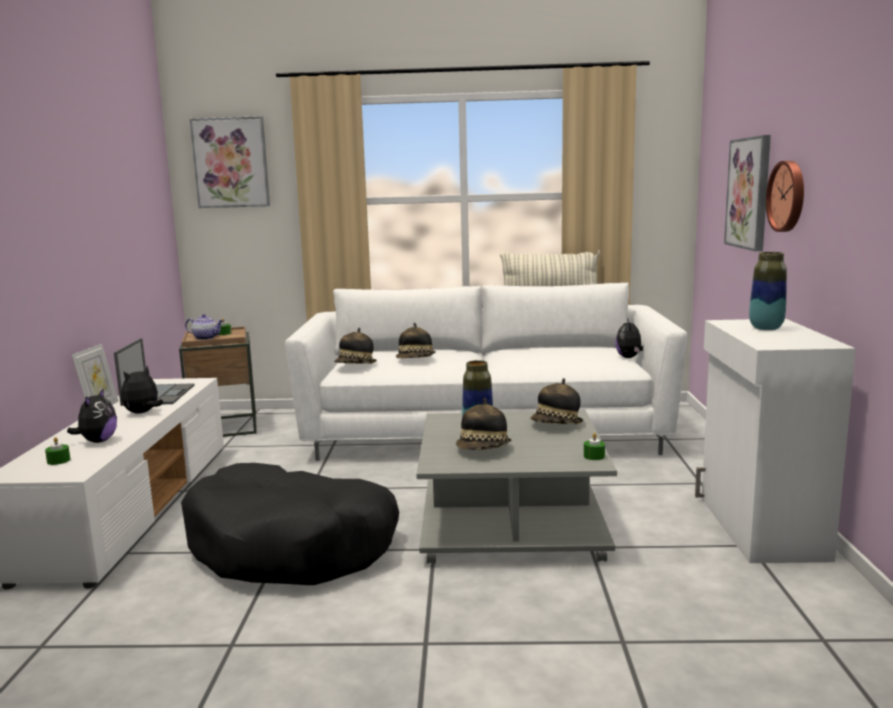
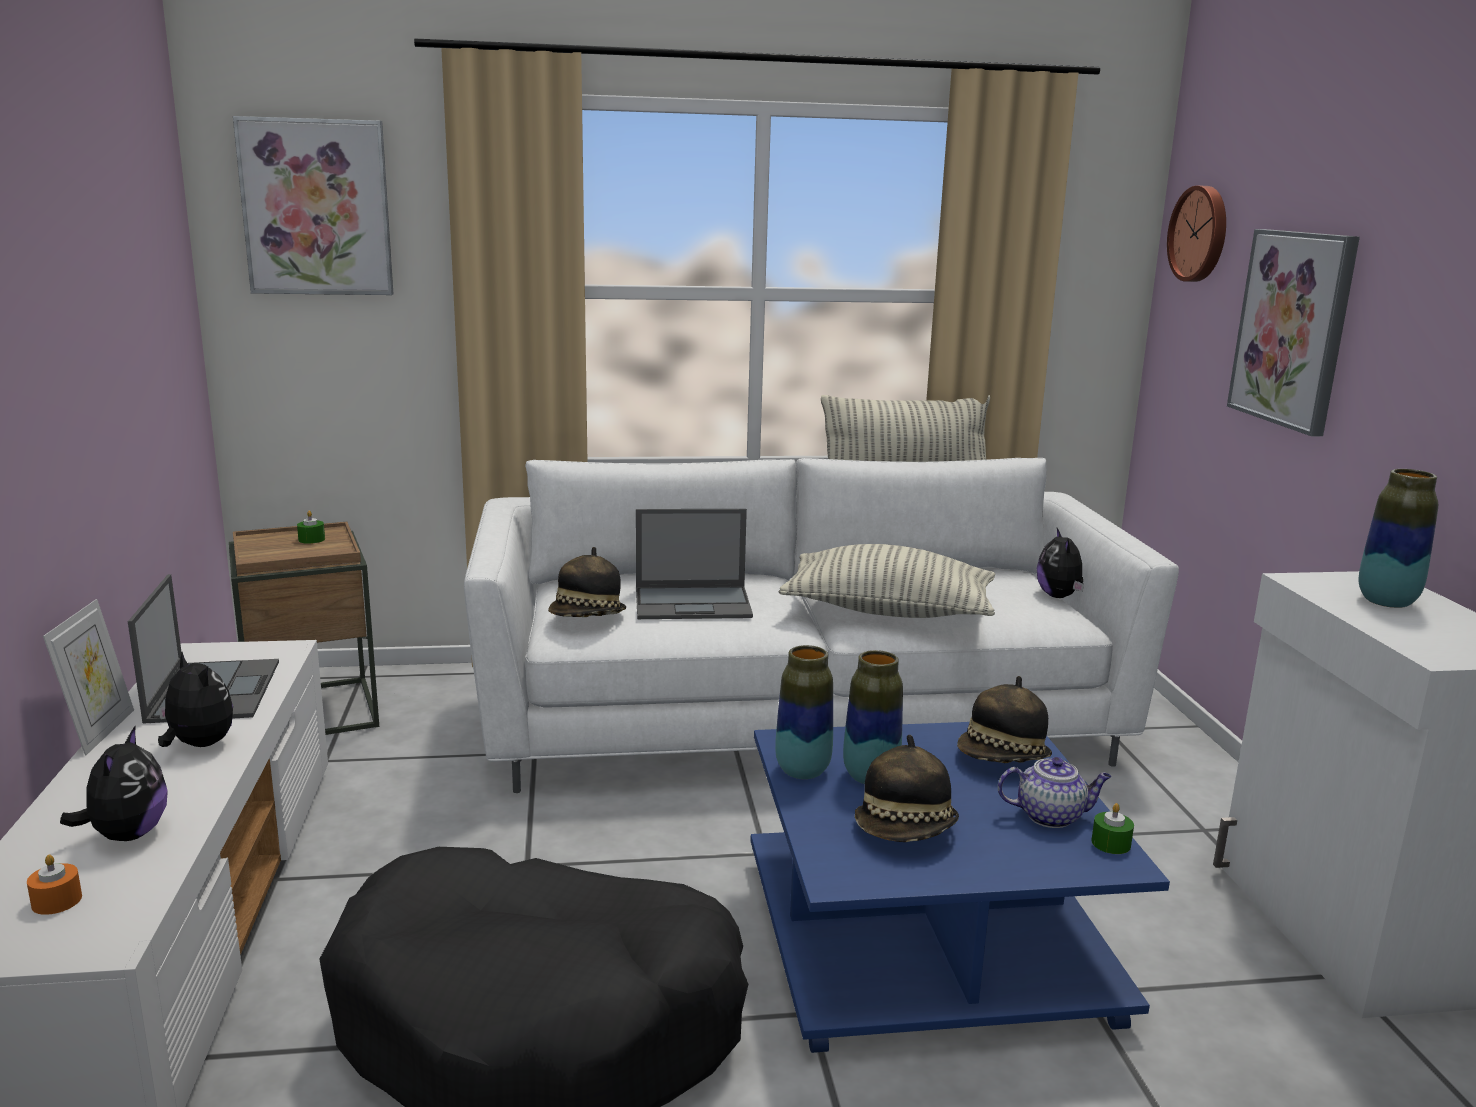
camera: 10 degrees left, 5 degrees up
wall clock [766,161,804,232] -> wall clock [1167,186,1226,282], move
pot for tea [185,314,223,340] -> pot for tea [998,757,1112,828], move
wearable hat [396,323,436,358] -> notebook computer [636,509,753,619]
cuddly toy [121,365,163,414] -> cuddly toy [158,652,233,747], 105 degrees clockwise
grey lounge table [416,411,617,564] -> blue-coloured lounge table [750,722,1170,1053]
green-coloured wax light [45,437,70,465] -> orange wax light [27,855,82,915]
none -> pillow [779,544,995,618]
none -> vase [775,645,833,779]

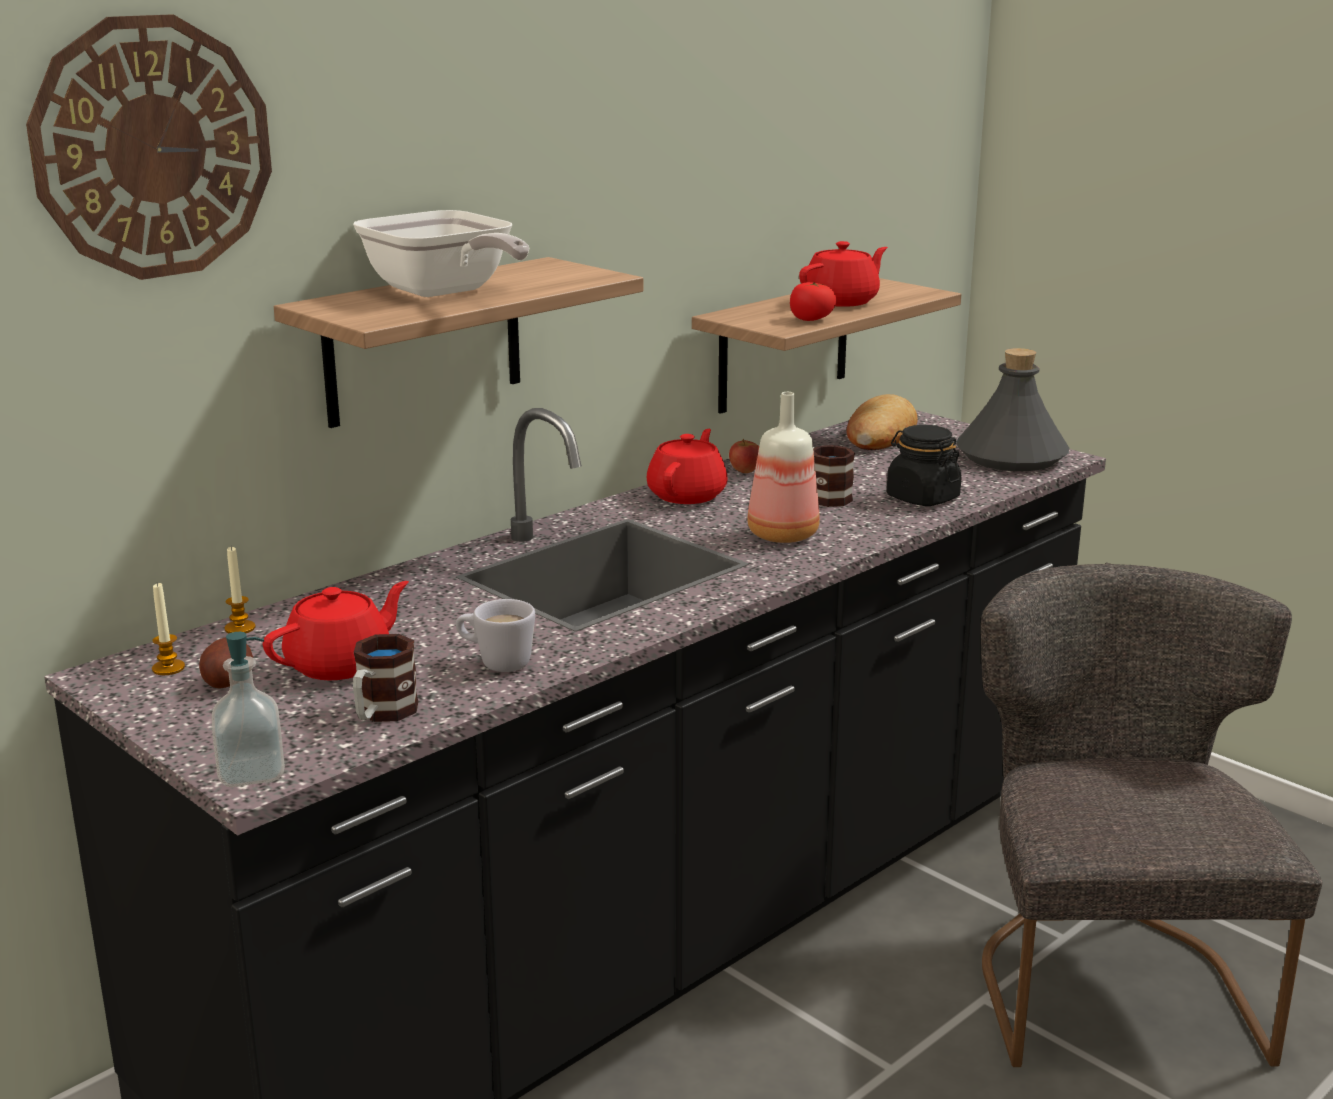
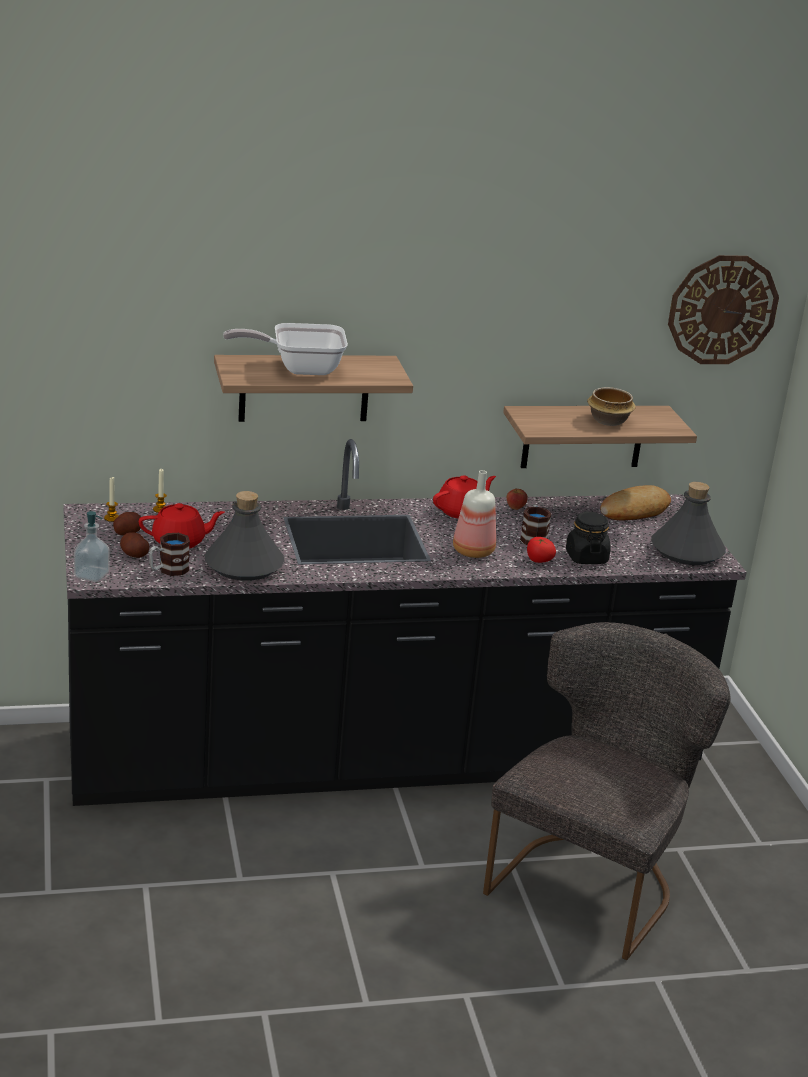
camera: 30 degrees right, 5 degrees up
wall clock [26,14,272,280] -> wall clock [668,255,779,364], move
pan [353,210,529,297] -> pan [223,323,348,375], 90 degrees clockwise
reddish pot for tea [799,241,888,307] -> bowl [587,387,636,426]
tomato [790,282,836,321] -> tomato [527,537,556,563], move
white coffee mug [456,599,535,672] -> grey drink bottle [205,491,285,581]
none -> whole potato [120,532,149,558]

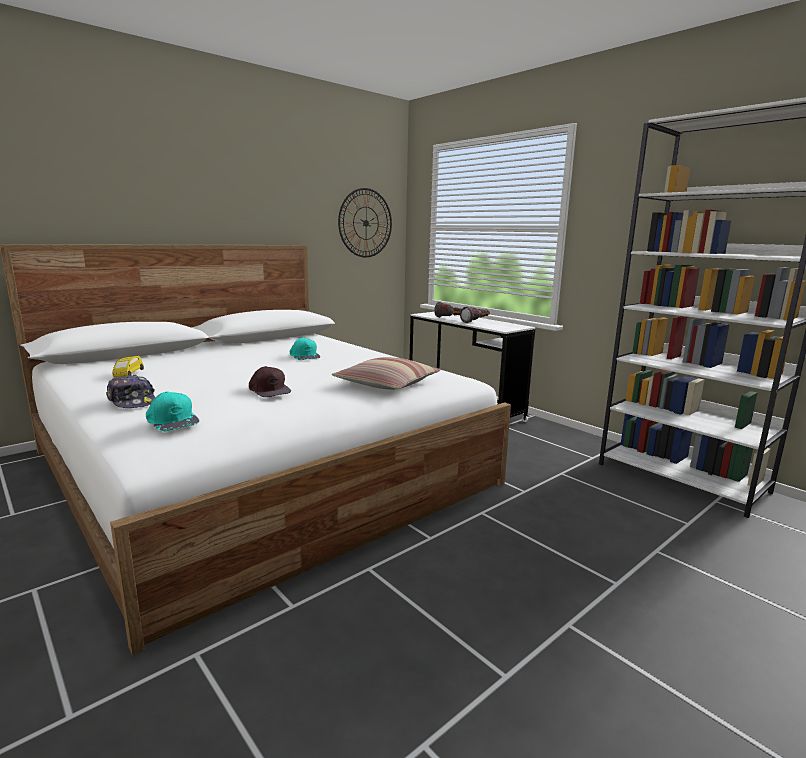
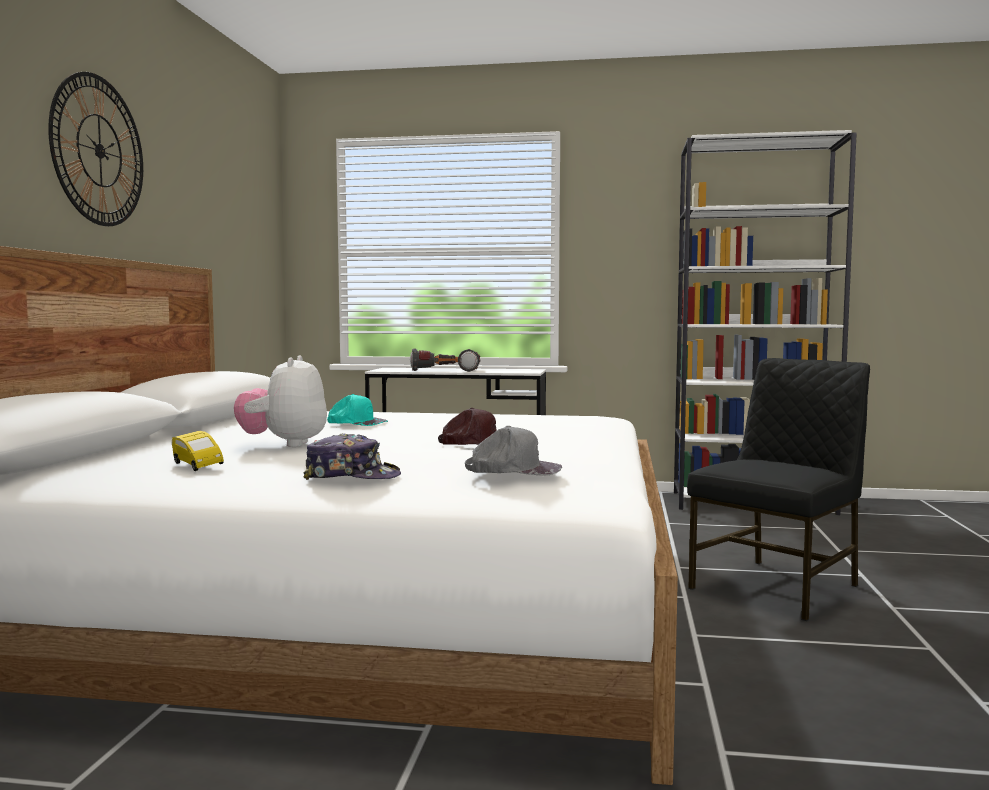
camera: 40 degrees left, 10 degrees down
wall clock [338,188,392,257] -> wall clock [48,72,143,226], move
pillow [332,357,441,390] -> none
turquoise-coloured peaked cap [146,391,200,431] -> grey peaked cap [465,426,562,476]
none -> cuddly toy [234,356,327,447]
none -> black plain chair [687,358,870,621]

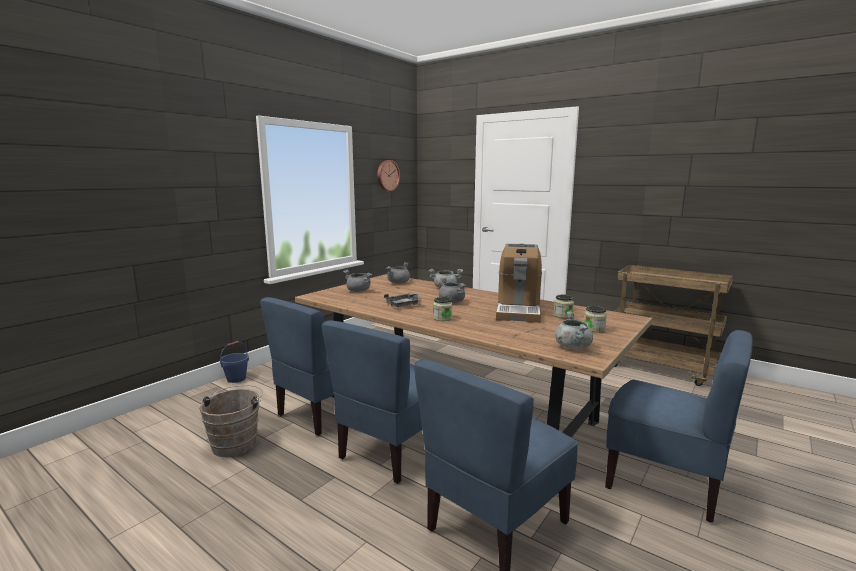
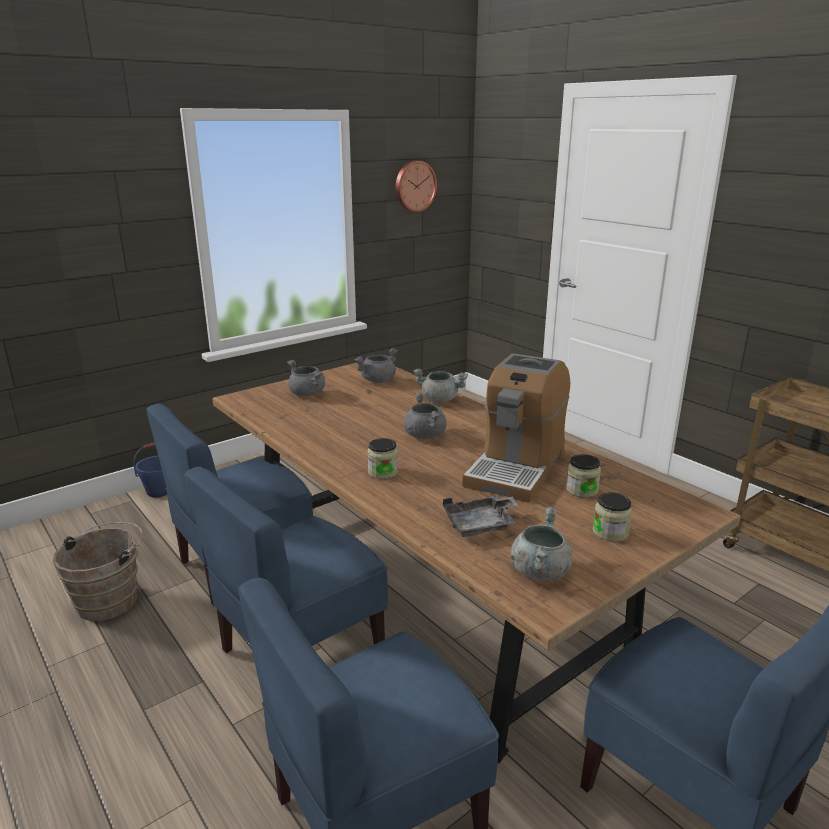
camera: 15 degrees right, 10 degrees up
grey carrying tray [384,293,421,307] -> grey carrying tray [443,496,518,537], move

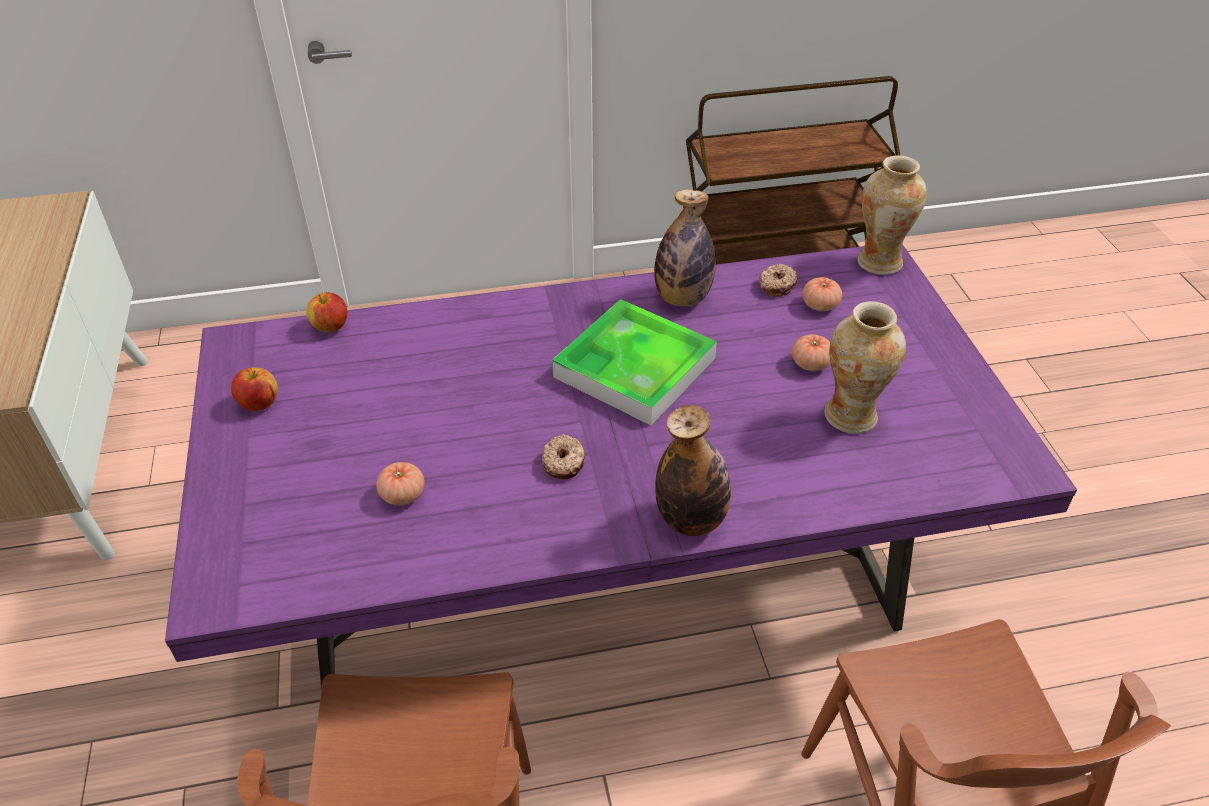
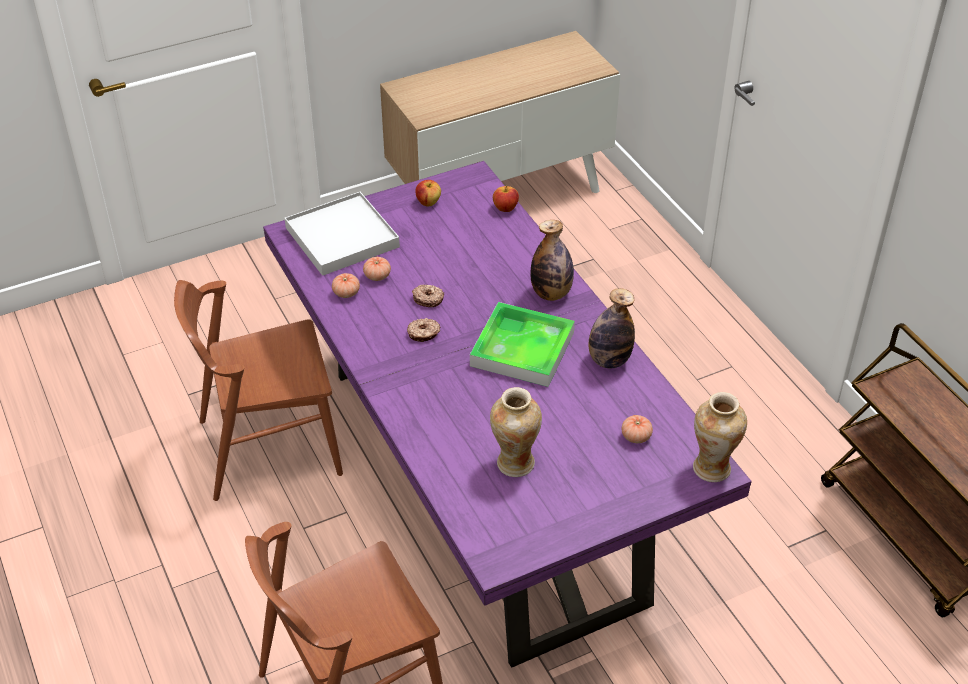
camera: 75 degrees right, 0 degrees up
doughnut [759,264,798,297] -> doughnut [412,285,444,307], move
tomato [792,334,831,371] -> tomato [332,273,360,298], move
drink bottle [655,405,731,536] -> drink bottle [531,220,574,301], move
none -> white carrying tray [285,192,400,276]

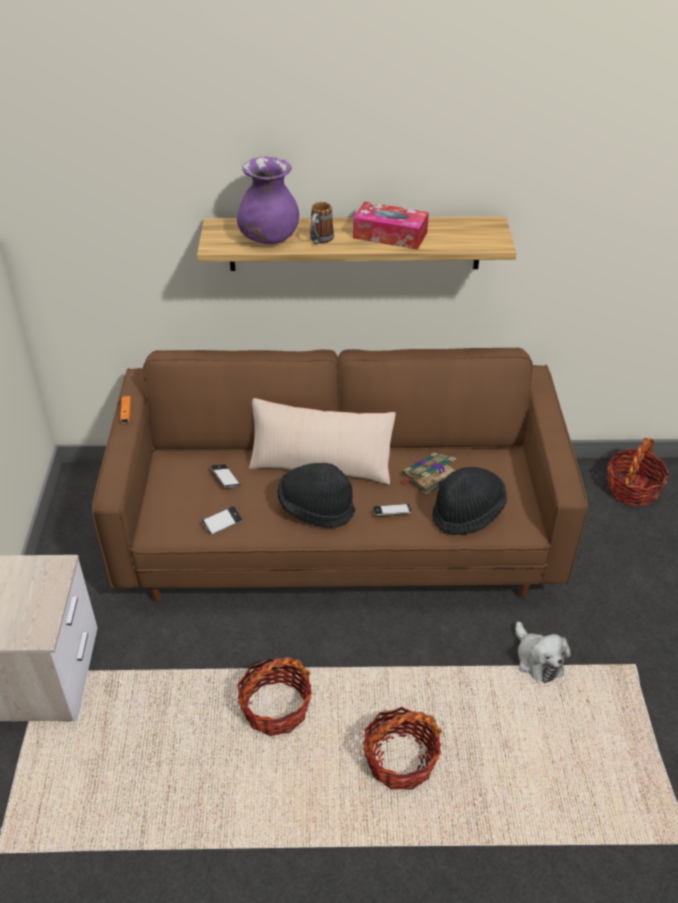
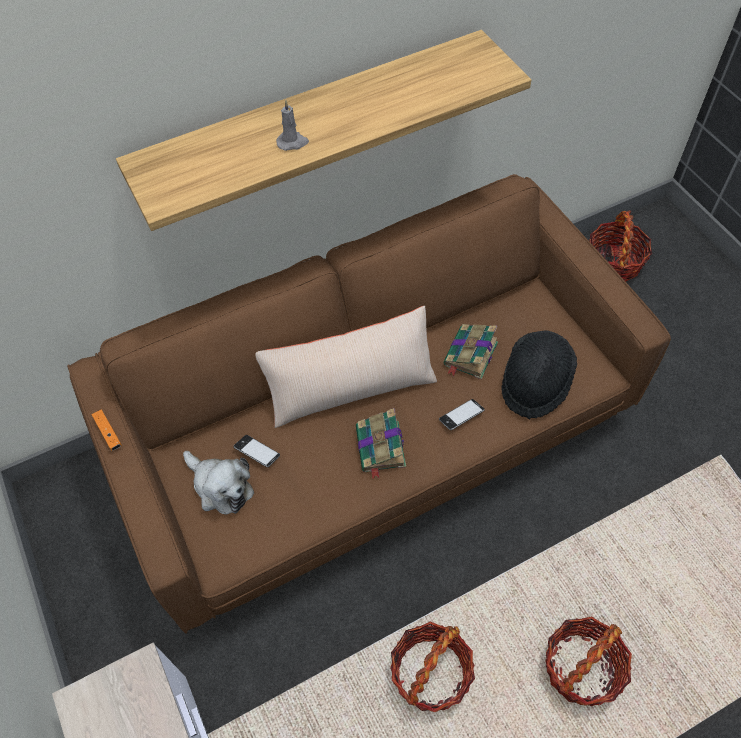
camera: 25 degrees left, 15 degrees up
purple vase [237,156,299,244] -> none
box of tissues [353,201,429,250] -> none
coffee mug [310,202,334,244] -> grey wax light [276,100,309,151]
black wearable hat [278,463,355,528] -> book [356,408,406,479]
handset [202,506,242,535] -> none
cuddly toy [515,621,571,683] -> cuddly toy [183,451,254,515], move

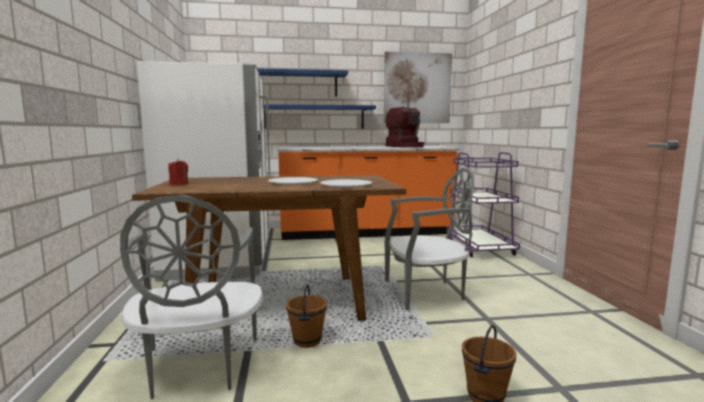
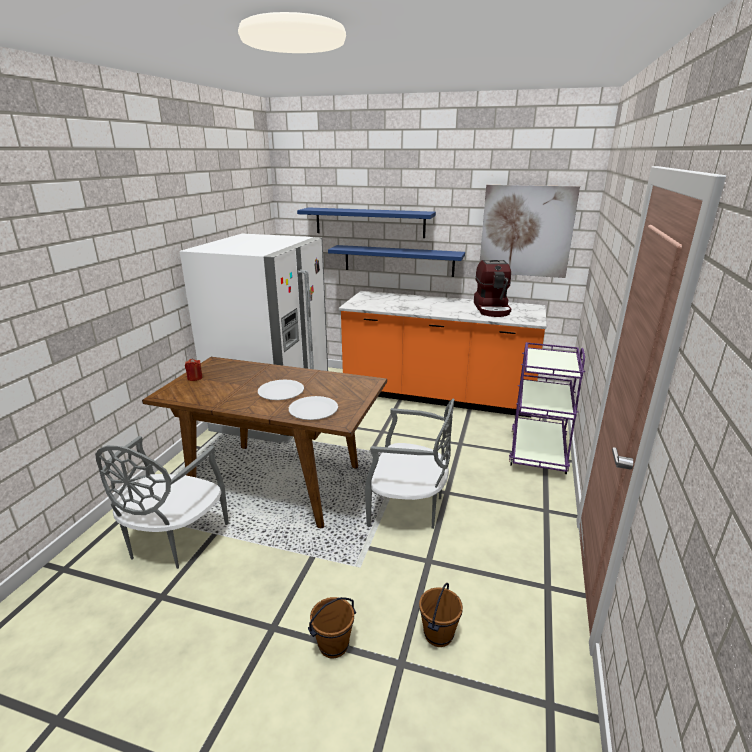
camera: 25 degrees right, 15 degrees up
brown-coloured pail [286,284,327,348] -> brown-coloured pail [419,583,463,647], move

